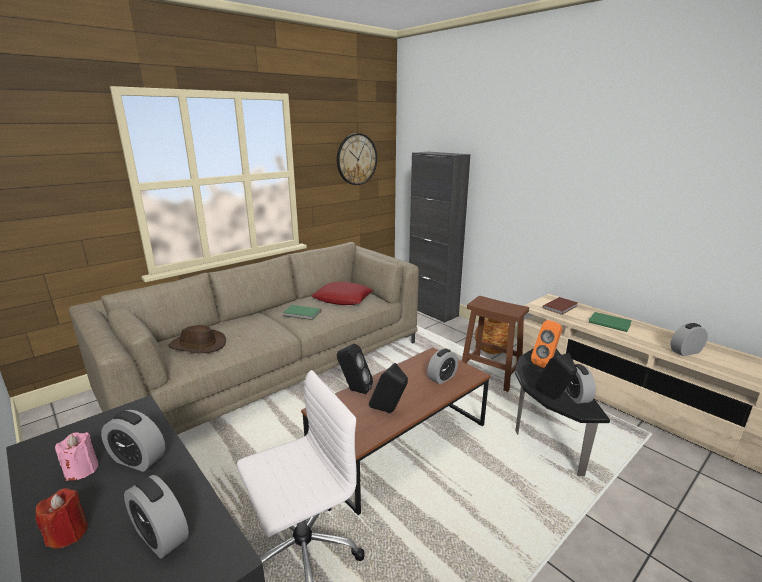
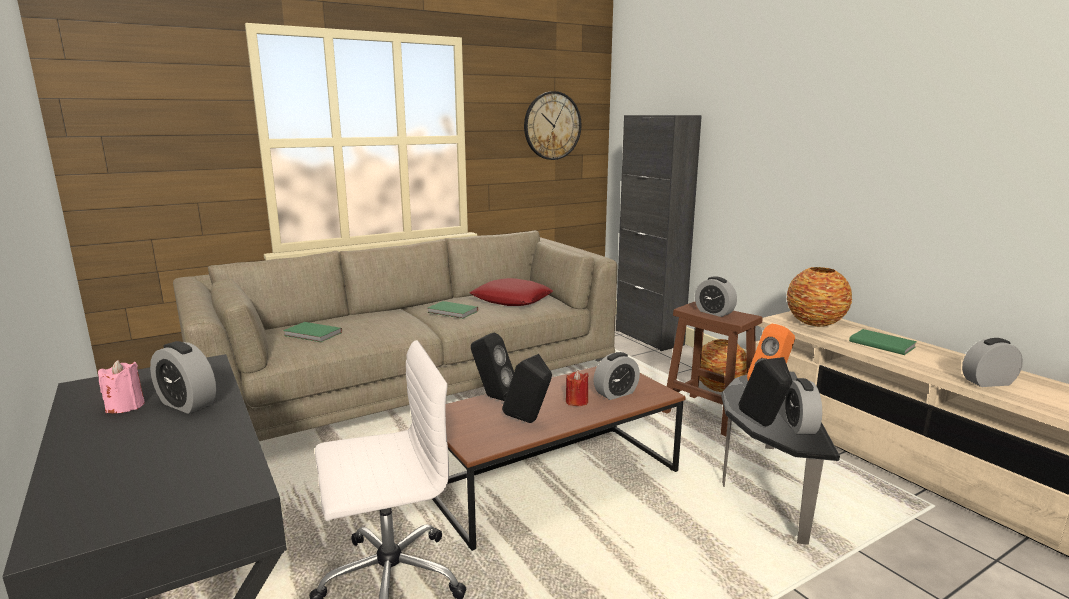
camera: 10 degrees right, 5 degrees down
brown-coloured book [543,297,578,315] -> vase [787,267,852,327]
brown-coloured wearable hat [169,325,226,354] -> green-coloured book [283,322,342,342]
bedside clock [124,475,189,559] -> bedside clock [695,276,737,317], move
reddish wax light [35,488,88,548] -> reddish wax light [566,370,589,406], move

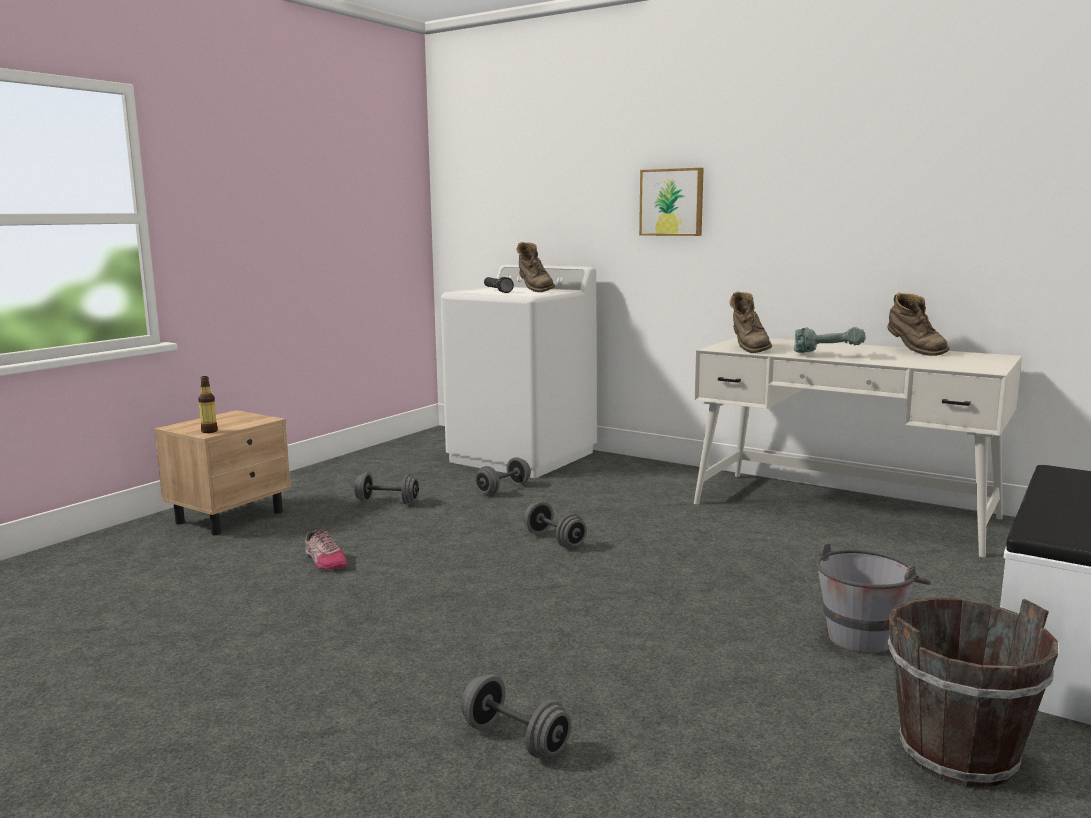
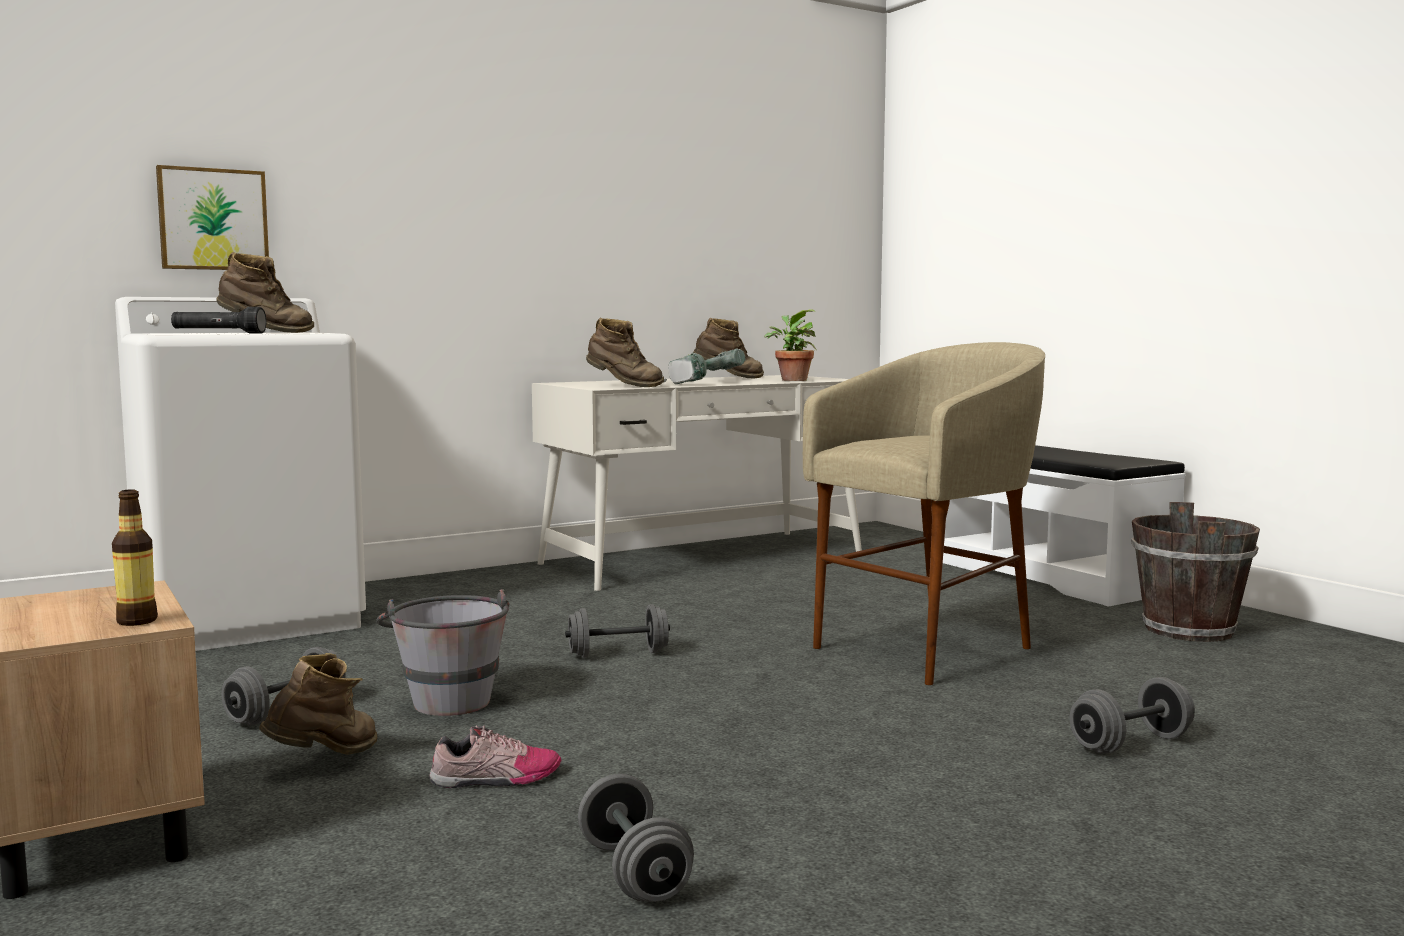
camera: 65 degrees left, 5 degrees down
picture [639,168,704,236] -> picture [156,165,269,270], move
grey free weight [475,457,531,495] -> grey free weight [578,774,694,902], move
grey pail [816,543,931,654] -> grey pail [376,589,509,716], move
none -> houseplant [764,310,817,381]
none -> beige-coloured stool [803,342,1045,685]
none -> brown-coloured high-top boot [259,653,377,755]

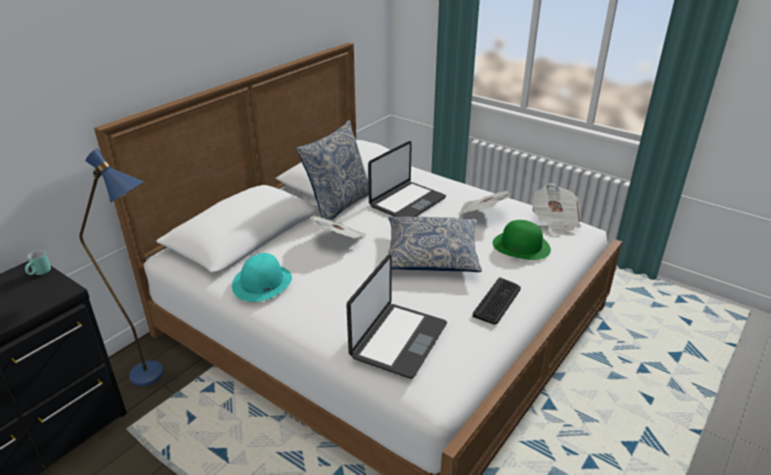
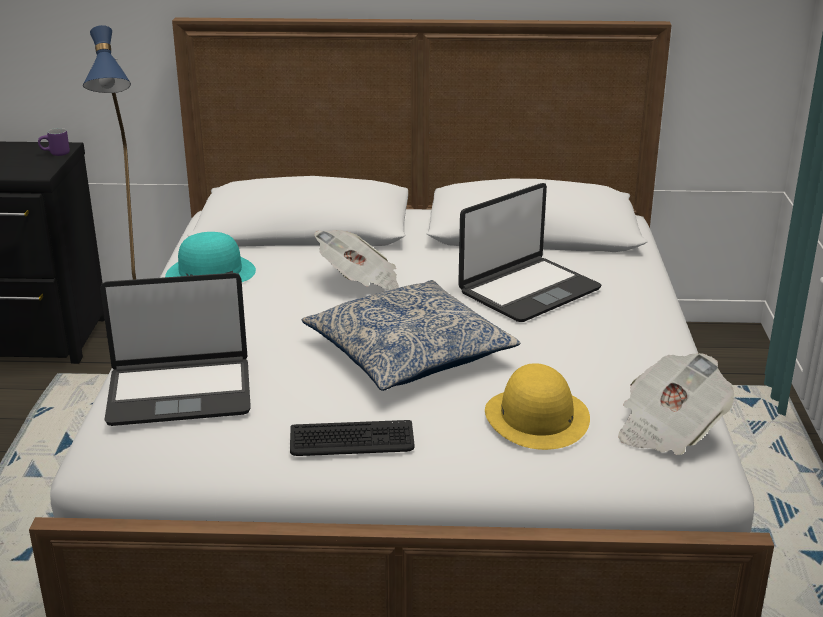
camera: 55 degrees right, 5 degrees down
pillow [296,120,369,221] -> none
notebook computer [368,141,446,217] -> notebook computer [458,183,601,322], 45 degrees counterclockwise
newspaper [458,191,510,214] -> none
green-coloured wearable hat [493,220,551,260] -> yellow-coloured wearable hat [485,363,590,450]
turquoise-coloured coffee mug [25,250,51,275] -> purple coffee mug [38,128,70,156]

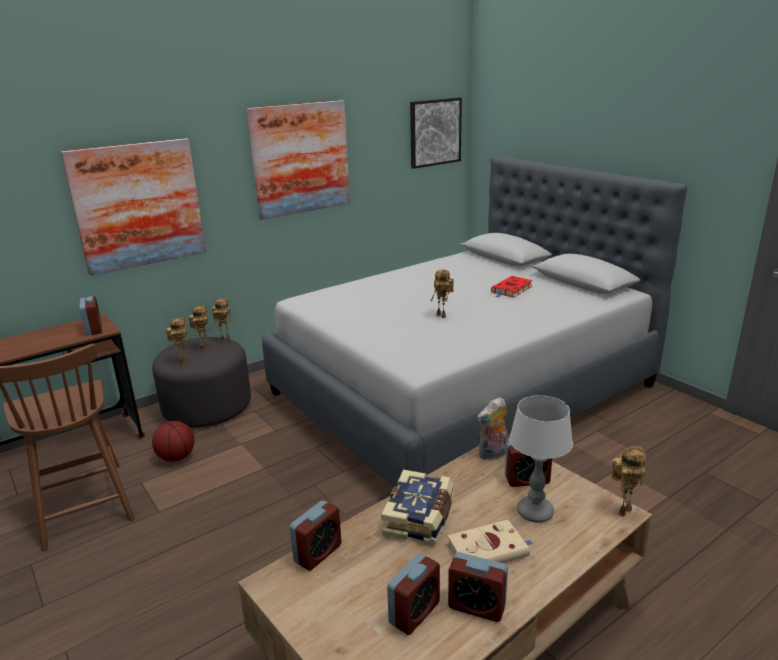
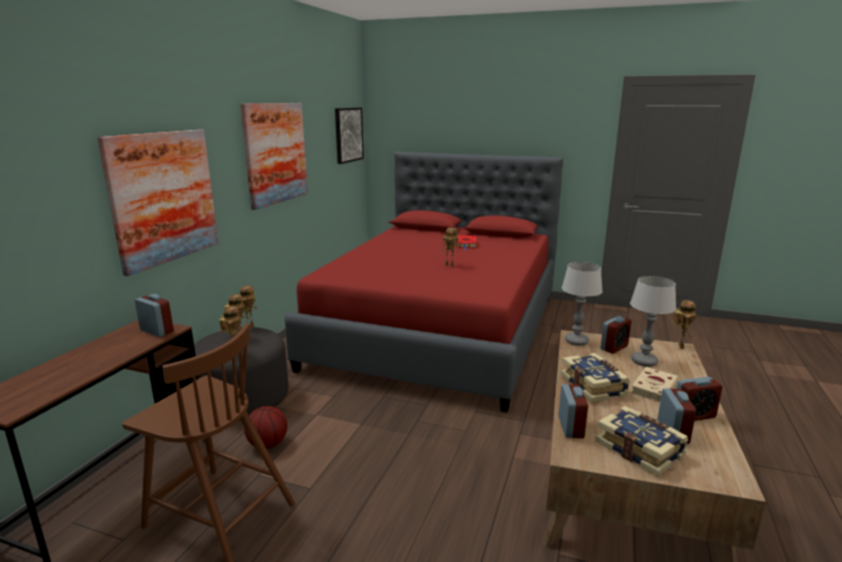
camera: 35 degrees left, 5 degrees down
grey bed [262,155,687,487] -> reddish bed [284,152,563,412]
cuddly toy [477,397,509,461] -> tabletop lamp [562,262,603,346]
none -> book [595,406,688,477]

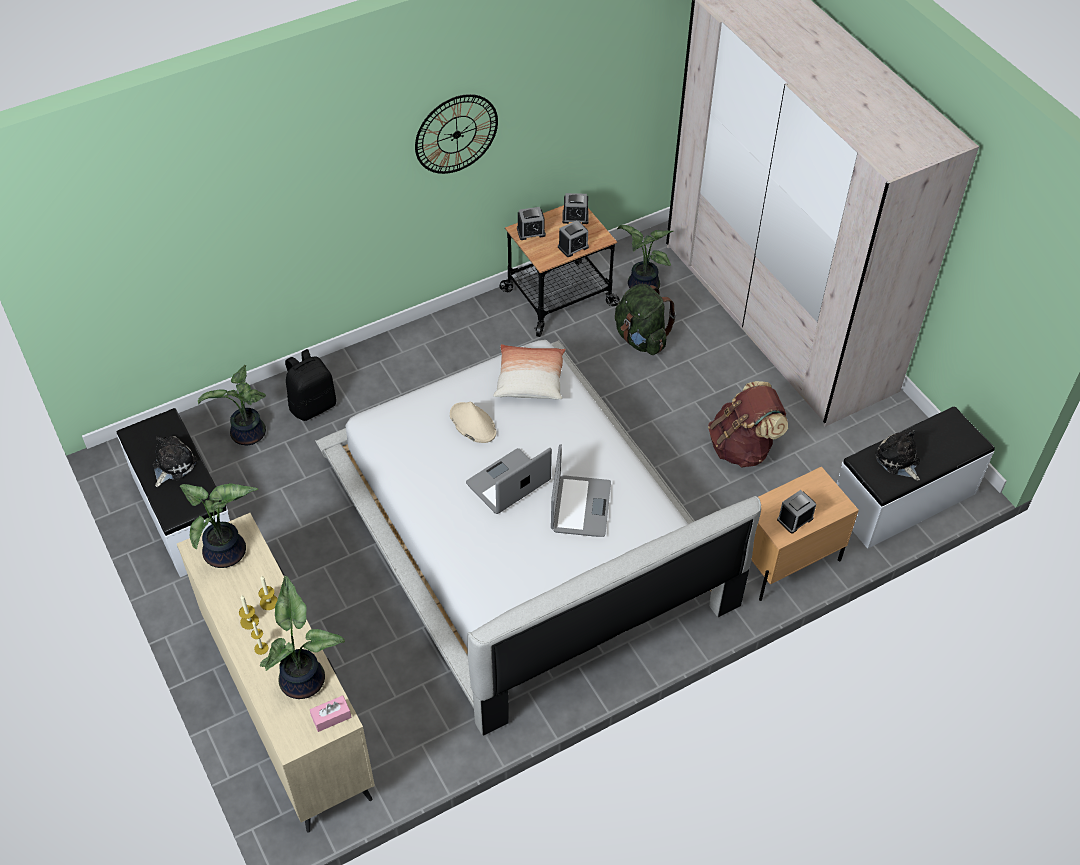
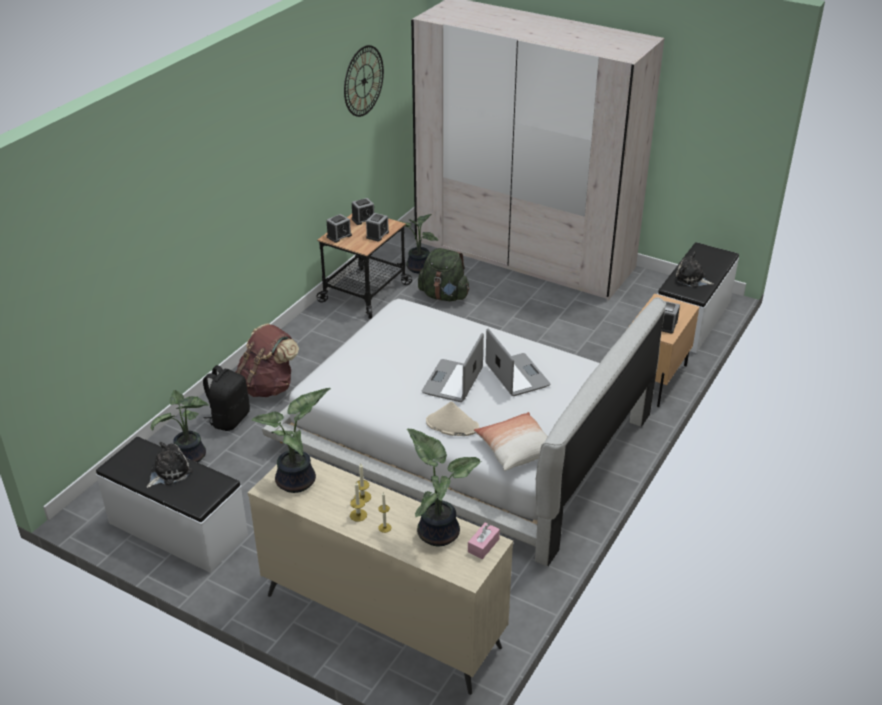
camera: 30 degrees left, 15 degrees down
wall clock [415,94,498,174] -> wall clock [344,45,384,117], move
pillow [493,344,566,400] -> pillow [474,412,548,471], move
brown-coloured knapsack [708,381,788,468] -> brown-coloured knapsack [236,324,299,397], move
beige-coloured wearable hat [450,402,496,443] -> beige-coloured wearable hat [426,401,479,436], move
cuddly toy [153,436,198,487] -> cuddly toy [147,442,192,488], 45 degrees clockwise

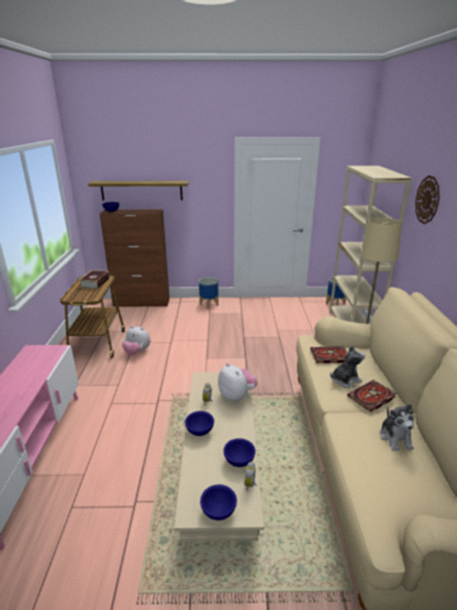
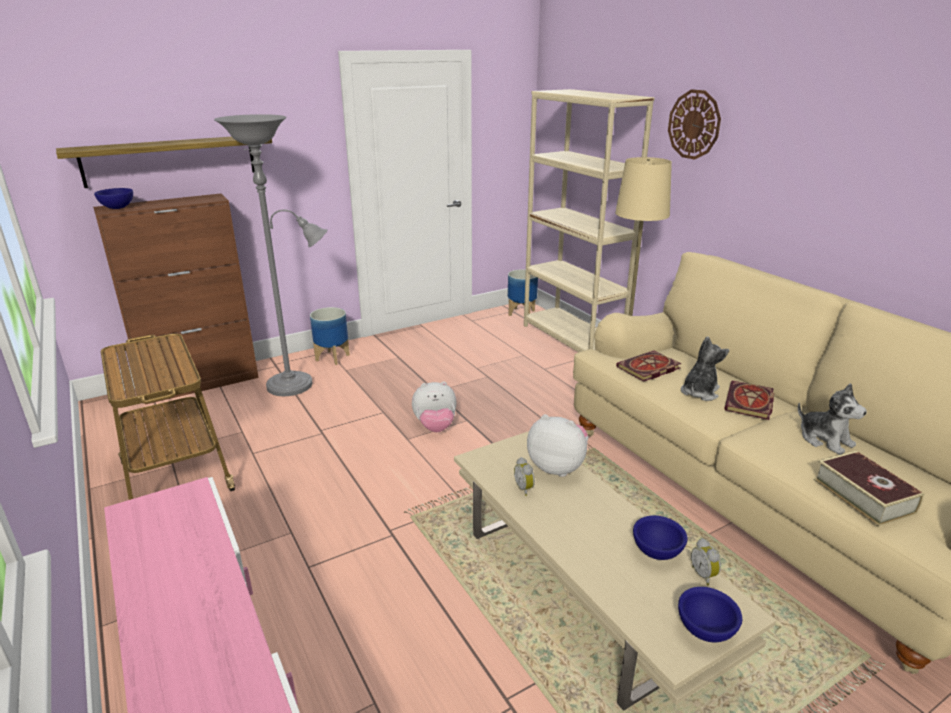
camera: 30 degrees left, 0 degrees up
book [79,270,110,289] -> book [814,451,924,526], move
cuddly toy [122,326,150,355] -> cuddly toy [412,381,457,432], move
blue-coloured bowl [185,411,214,436] -> none
none -> grey standing lamp [214,114,327,396]

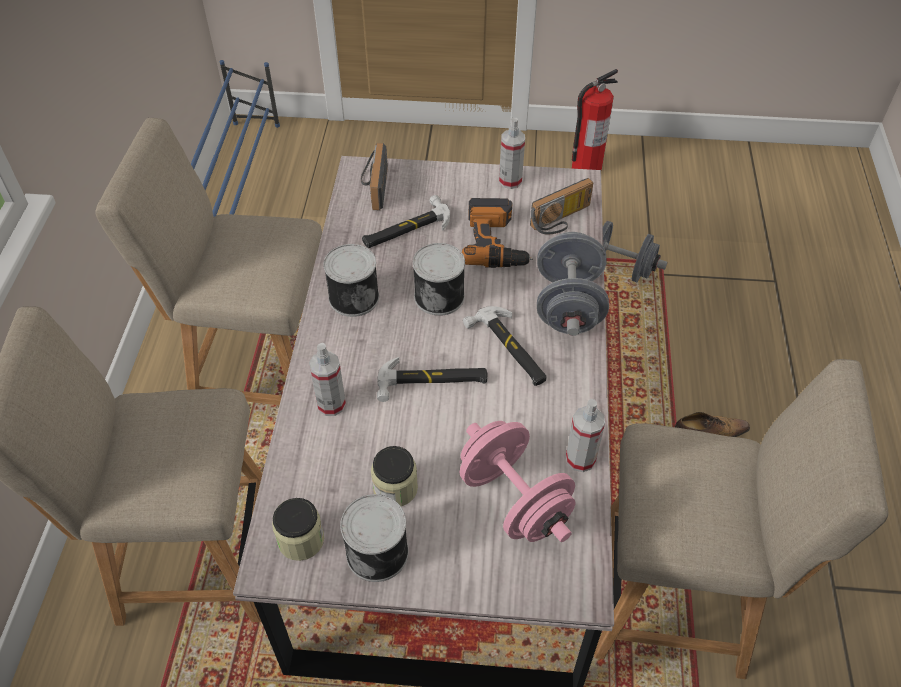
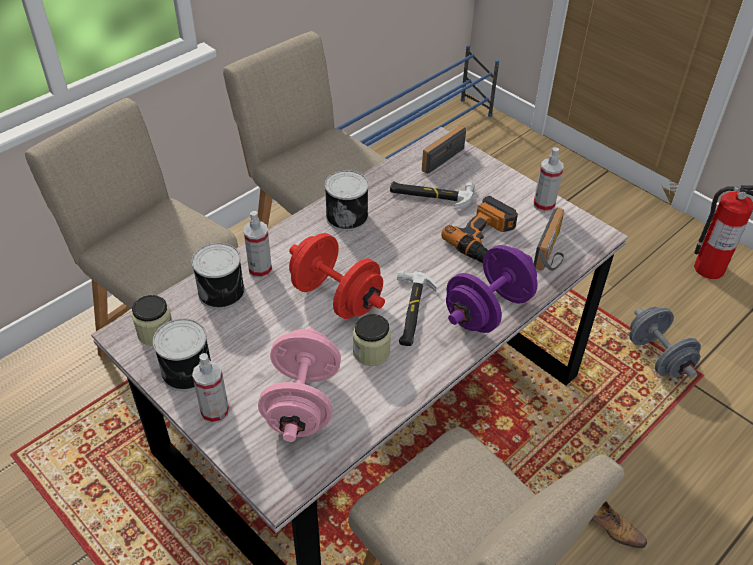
camera: 40 degrees right, 5 degrees down
radio set [530,178,593,234] -> radio set [534,208,564,271], 75 degrees counterclockwise
grey free weight [537,232,609,336] -> purple free weight [446,245,538,333]
sealed can [413,243,465,316] -> sealed can [192,243,245,310], move
hand hammer [377,357,488,402] -> reddish free weight [289,233,385,319]
spray bottle [566,399,605,472] -> spray bottle [192,353,229,424], move
jar [371,446,418,506] -> jar [353,314,391,366], move

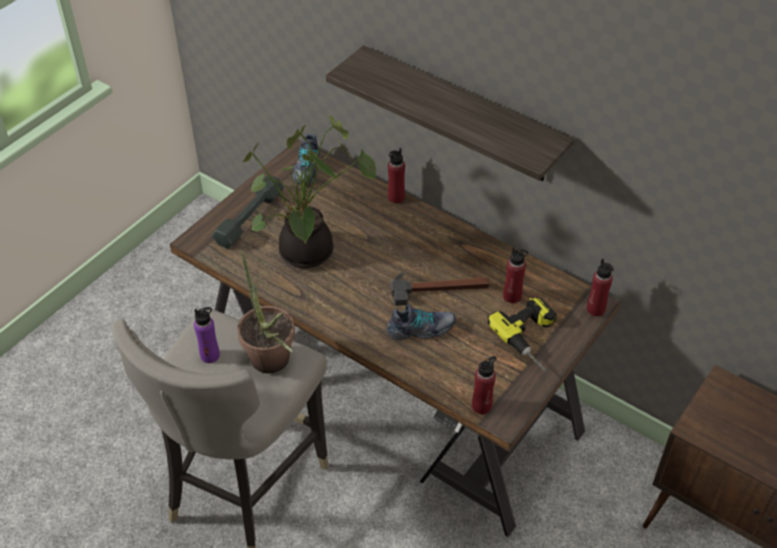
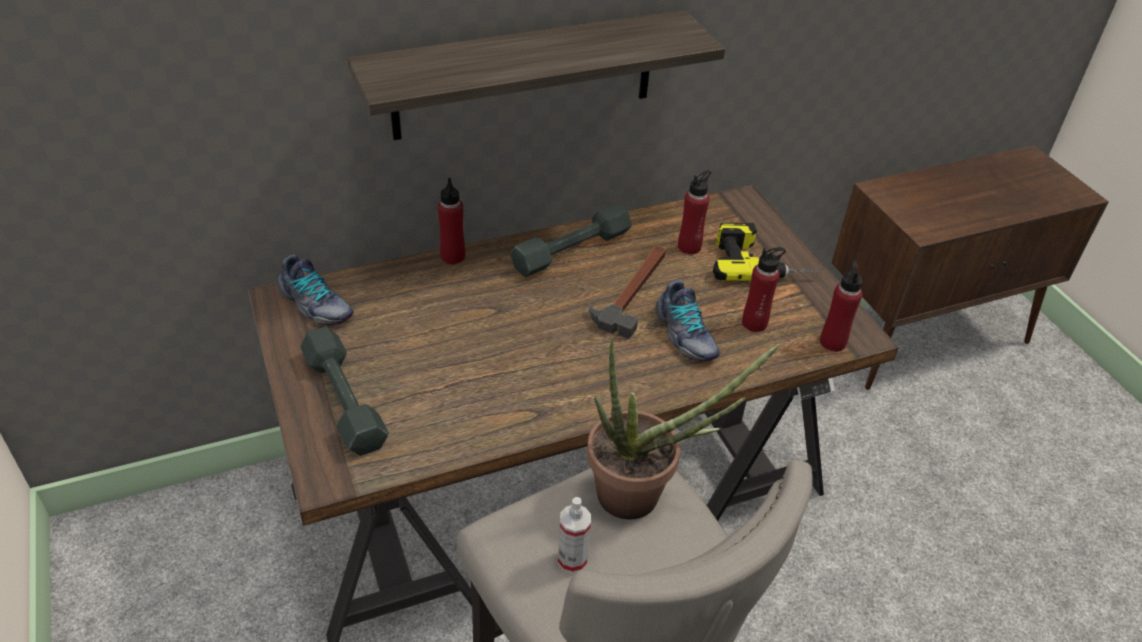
camera: 60 degrees left, 5 degrees down
houseplant [243,115,376,268] -> none
reddish drink bottle [587,259,614,317] -> reddish drink bottle [742,247,786,332], move
low shoe [386,304,456,340] -> low shoe [655,280,720,361], 135 degrees clockwise
purple drink bottle [194,307,220,363] -> spray bottle [558,497,591,573]
none -> grey free weight [510,203,632,277]

